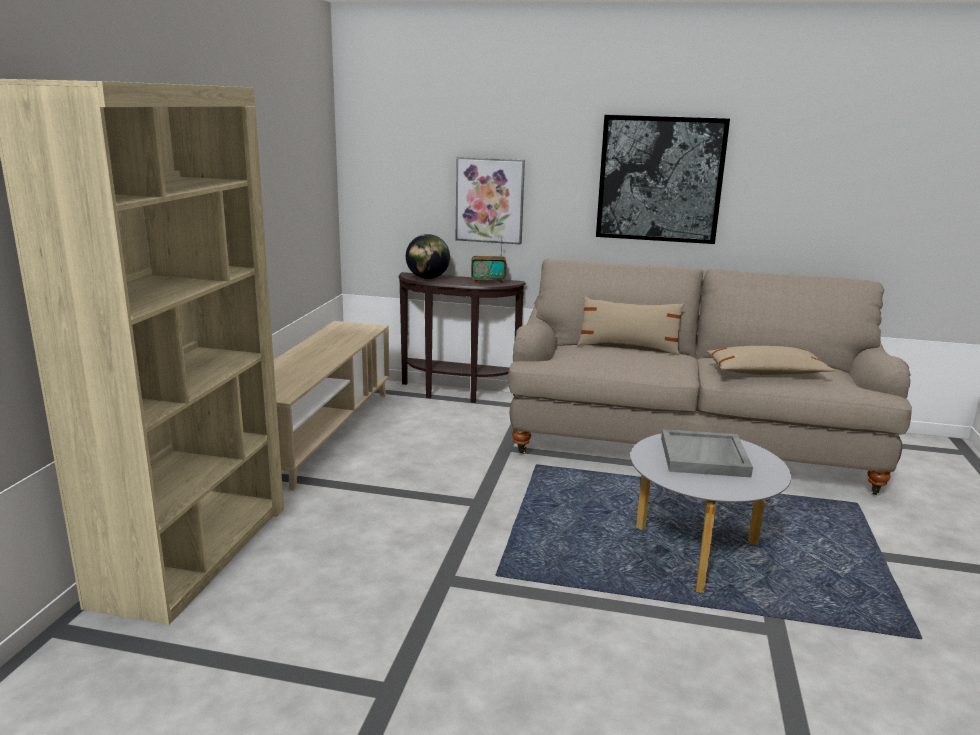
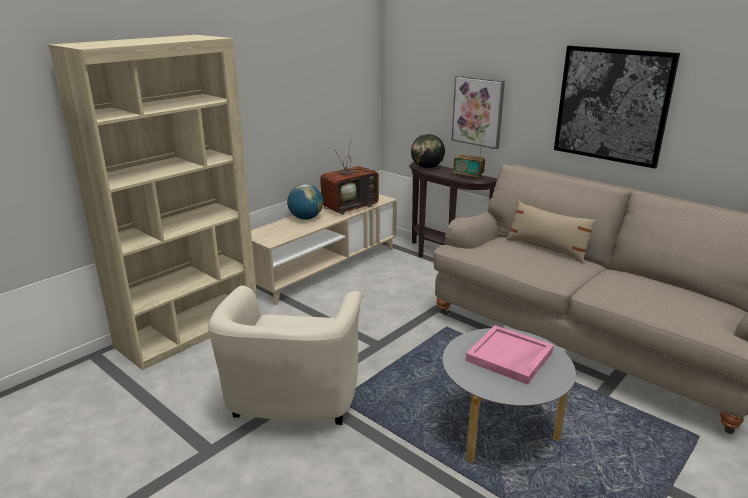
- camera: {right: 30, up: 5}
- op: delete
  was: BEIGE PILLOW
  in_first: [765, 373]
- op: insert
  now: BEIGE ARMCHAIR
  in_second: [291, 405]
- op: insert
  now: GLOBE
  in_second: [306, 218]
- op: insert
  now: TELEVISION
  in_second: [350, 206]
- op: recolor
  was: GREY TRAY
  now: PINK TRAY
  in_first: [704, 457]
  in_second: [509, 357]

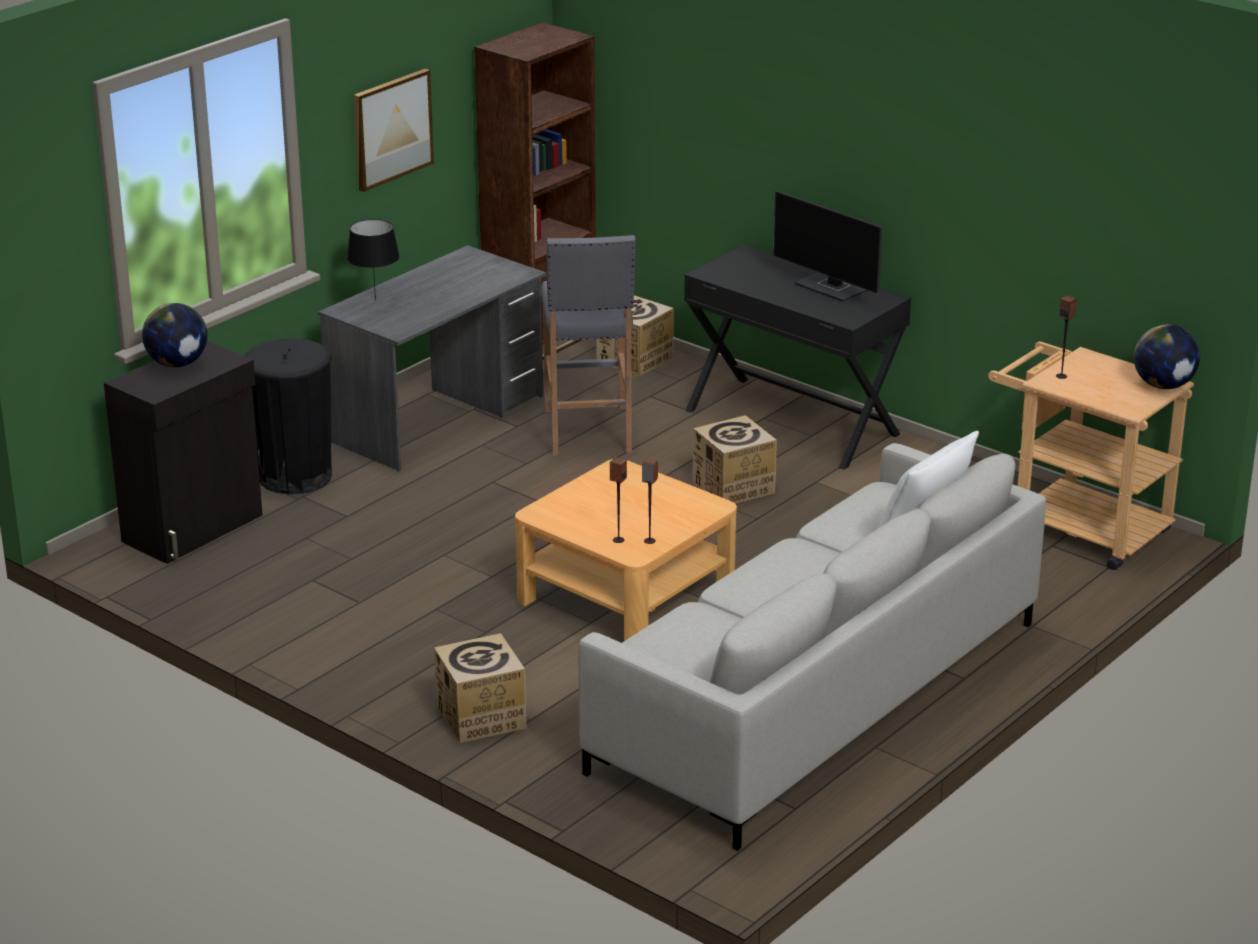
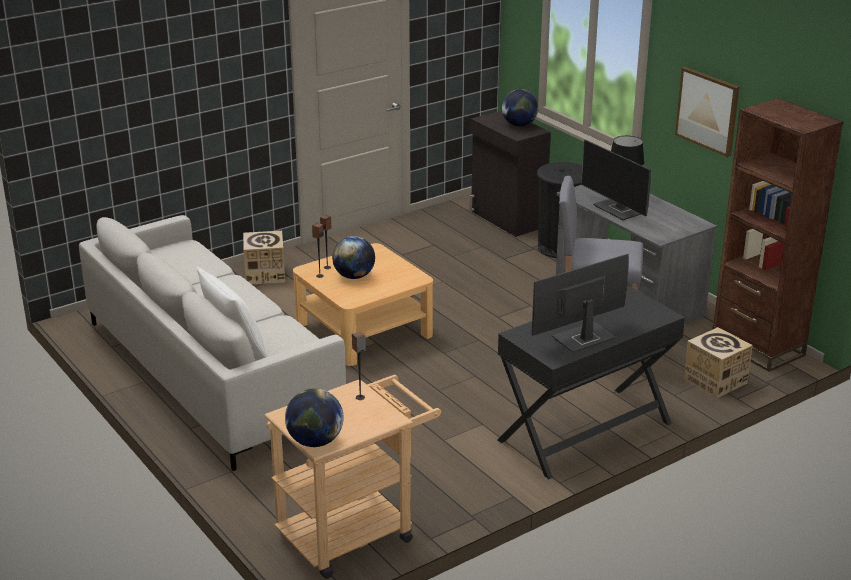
- camera: {right: 105, up: 0}
- op: delete
  was: CARDBOARD BOX
  in_first: [733, 487]
- op: insert
  now: GLOBE
  in_second: [354, 276]
- op: insert
  now: MONITOR
  in_second: [619, 210]

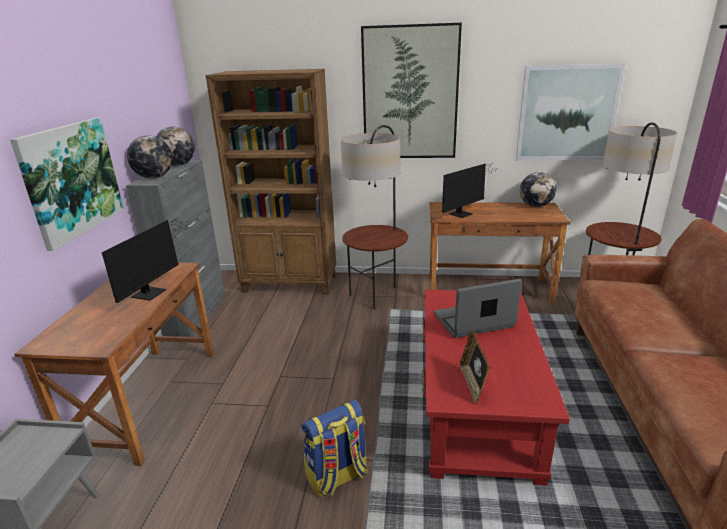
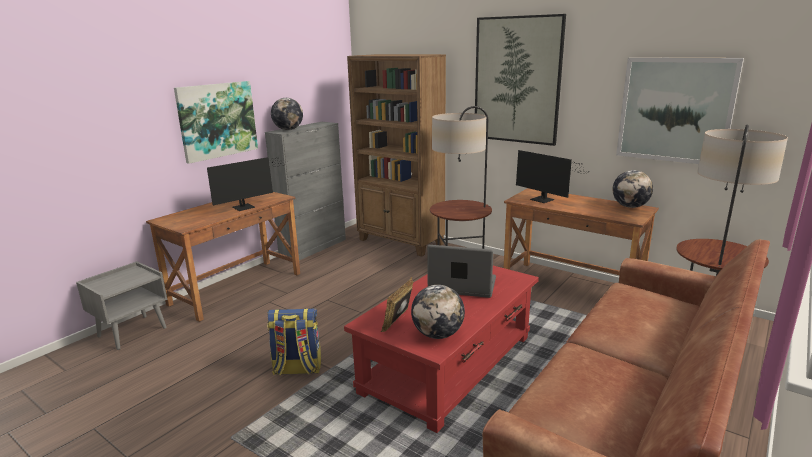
- camera: {right: 30, up: -5}
- op: move
  was: GLOBE
  in_first: [178, 165]
  in_second: [438, 334]
- op: rotate
  was: MONITOR
  in_first: [463, 213]
  in_second: [544, 200]
  clockwise: 60

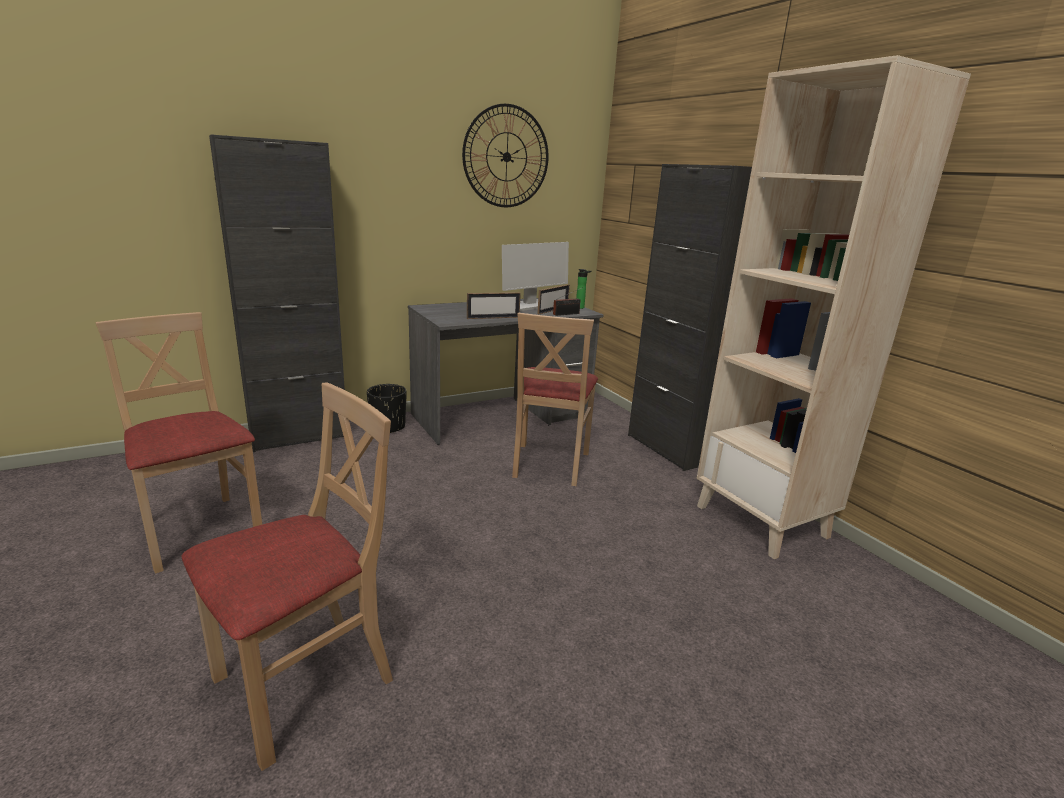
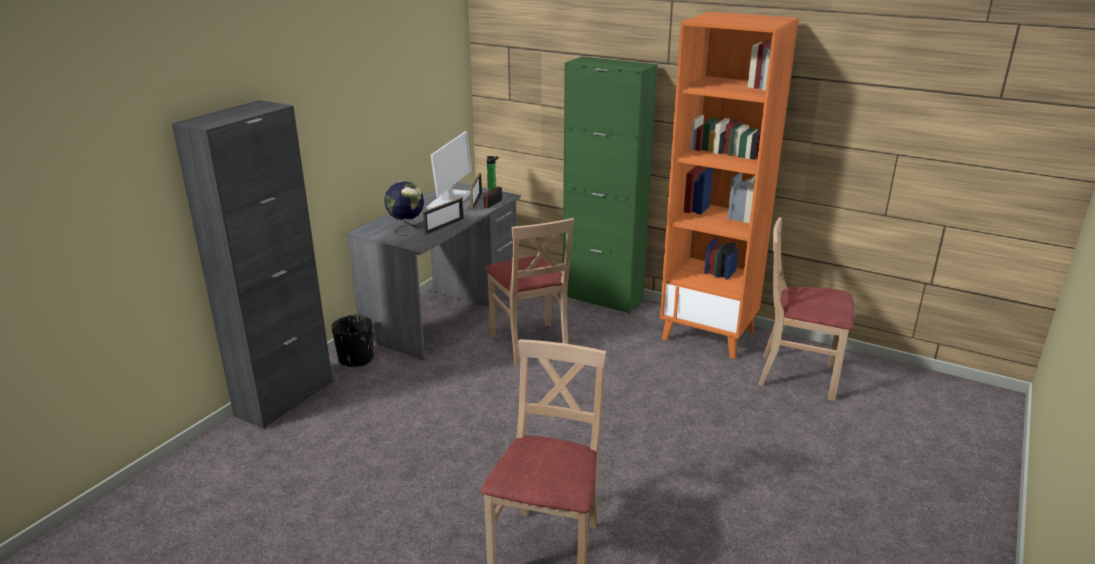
- camera: {right: -30, up: 5}
- op: delete
  was: WALL CLOCK
  in_first: [506, 157]
- op: insert
  now: GLOBE
  in_second: [406, 229]
- op: move
  was: BEIGE CHAIR
  in_first: [199, 530]
  in_second: [798, 375]
- op: recolor
  was: BLACK CABINET
  now: GREEN CABINET
  in_first: [668, 449]
  in_second: [602, 298]
- op: recolor
  was: BEIGE BOOKCASE
  now: ORANGE BOOKCASE
  in_first: [763, 521]
  in_second: [709, 335]

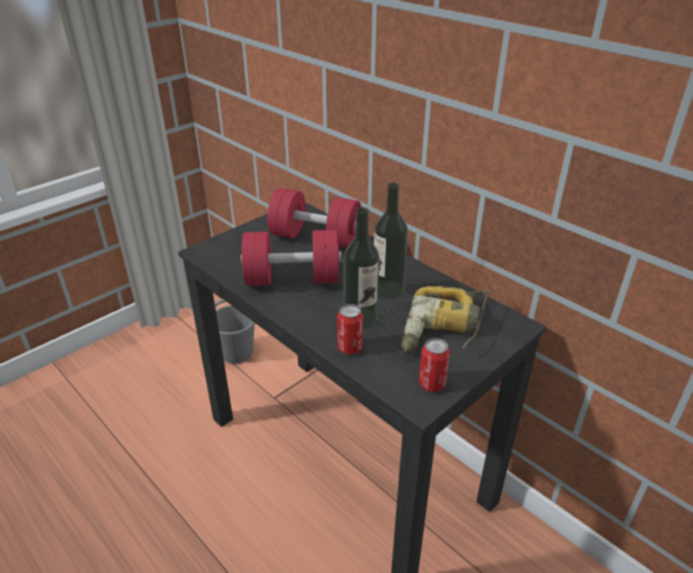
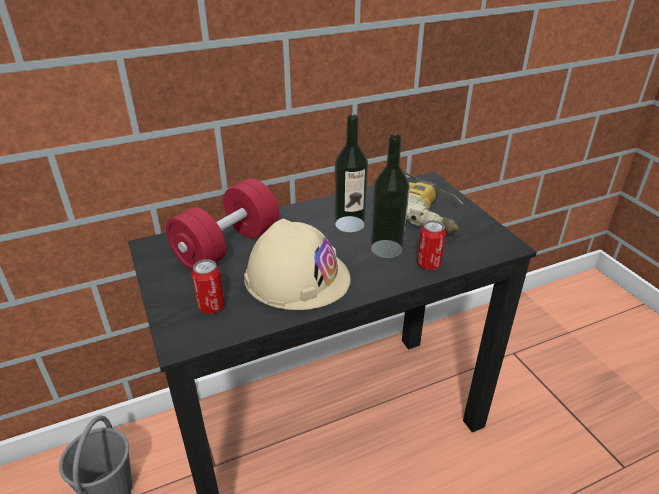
- camera: {right: -70, up: 0}
- op: move
  was: CAN
  in_first: [432, 384]
  in_second: [211, 306]
- op: replace
  was: RED DUMBBELL
  now: BEIGE HARD HAT
  in_first: [292, 279]
  in_second: [297, 277]

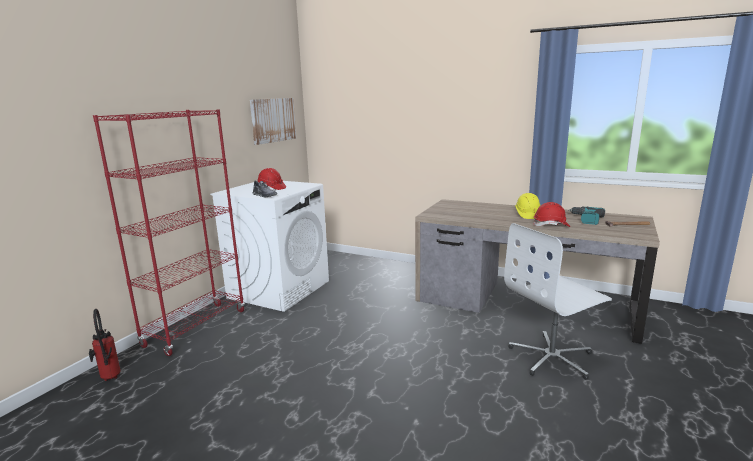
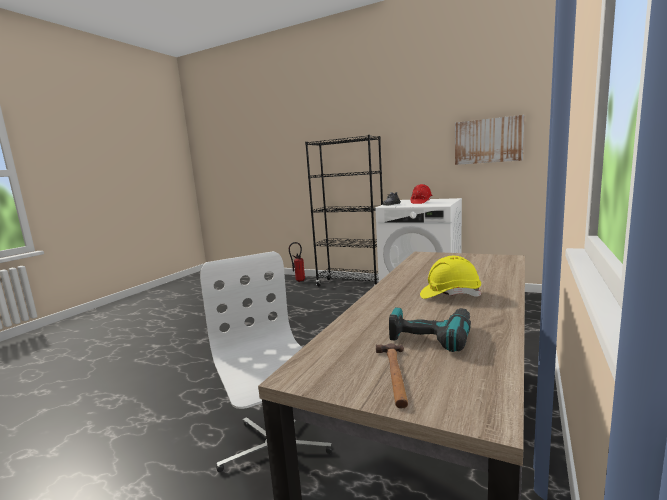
- camera: {right: 90, up: -5}
- op: delete
  was: RED HARD HAT
  in_first: [551, 225]
- op: recolor
  was: RED BOOKCASE
  now: BLACK BOOKCASE
  in_first: [196, 328]
  in_second: [351, 285]

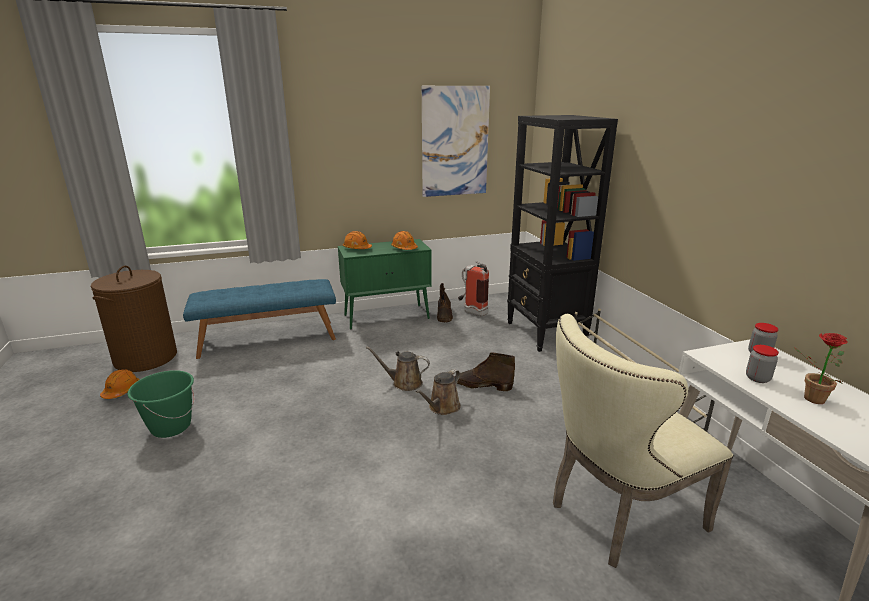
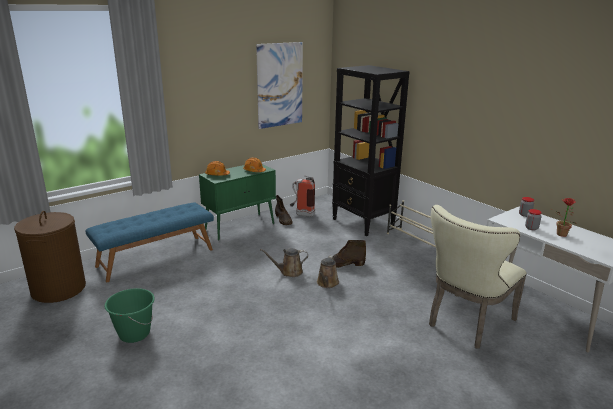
- camera: {right: -20, up: 0}
- op: delete
  was: ORANGE HARD HAT
  in_first: [121, 391]

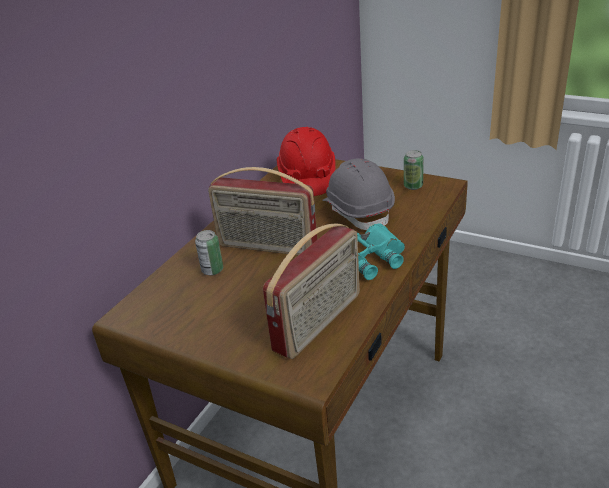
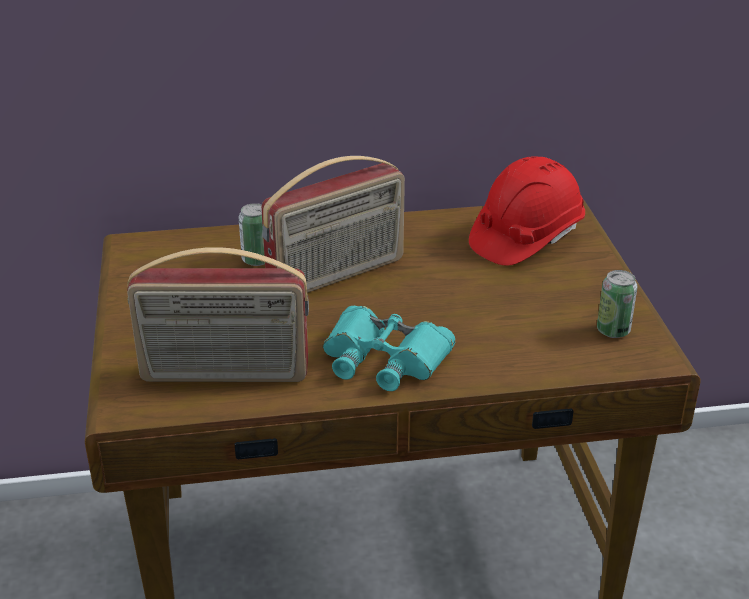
- camera: {right: 50, up: 0}
- op: delete
  was: GREY HARD HAT
  in_first: [358, 211]
- op: rotate
  was: RADIO
  in_first: [266, 247]
  in_second: [337, 275]
  clockwise: -105

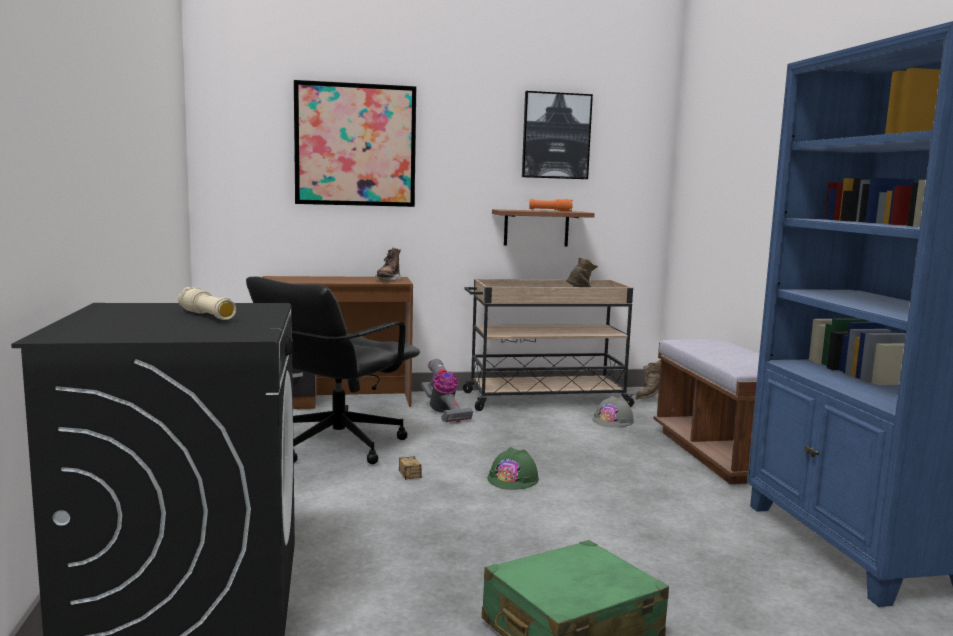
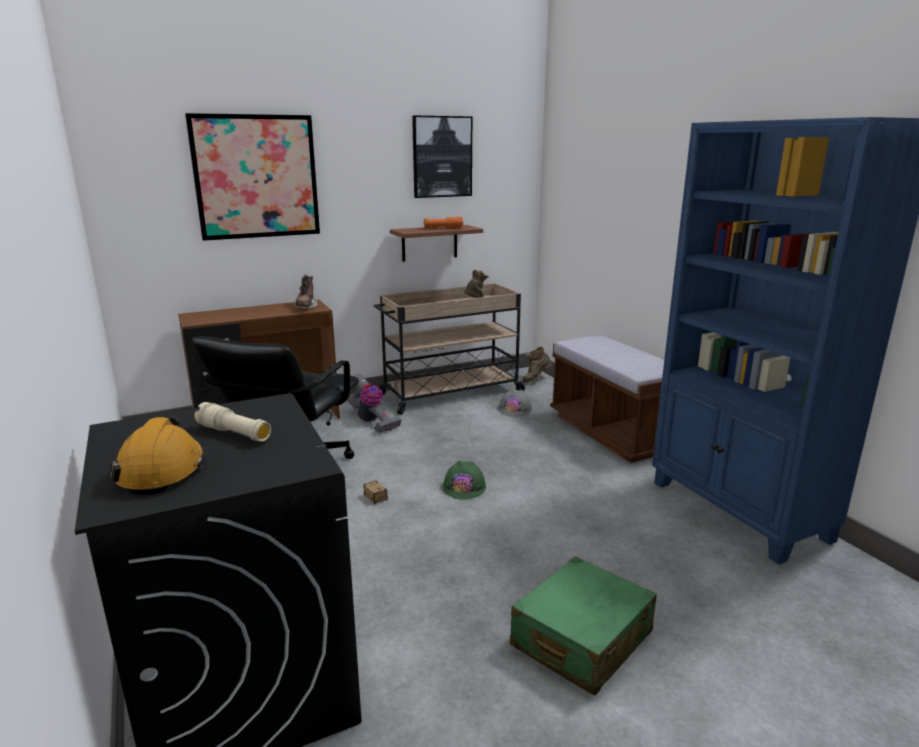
- camera: {right: -15, up: 10}
- op: insert
  now: ORANGE HARD HAT
  in_second: [162, 470]

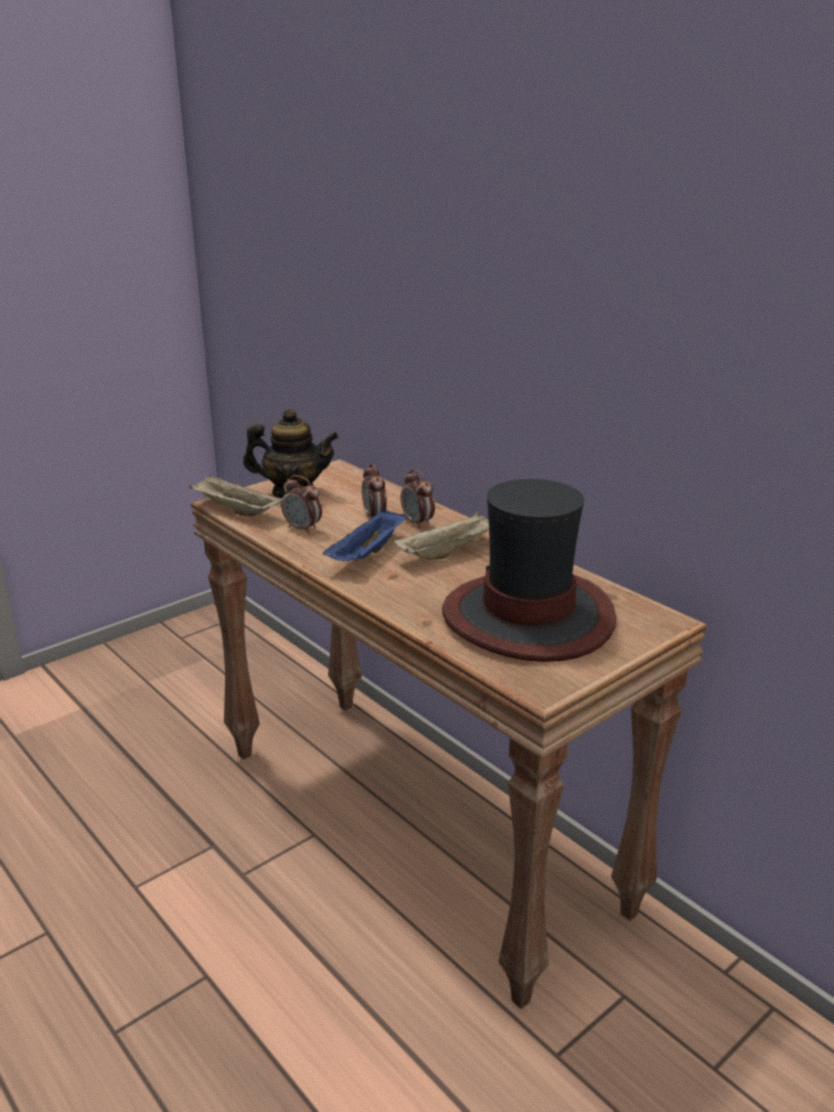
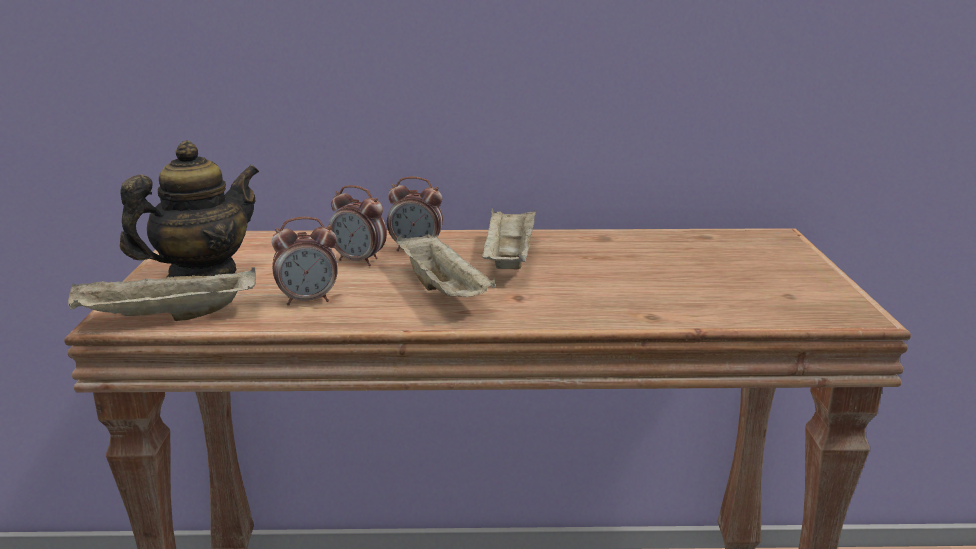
- camera: {right: -50, up: -5}
- op: delete
  was: HAT
  in_first: [529, 617]
- op: recolor
  was: BLUE TRAY
  now: BEIGE TRAY
  in_first: [367, 554]
  in_second: [444, 292]

